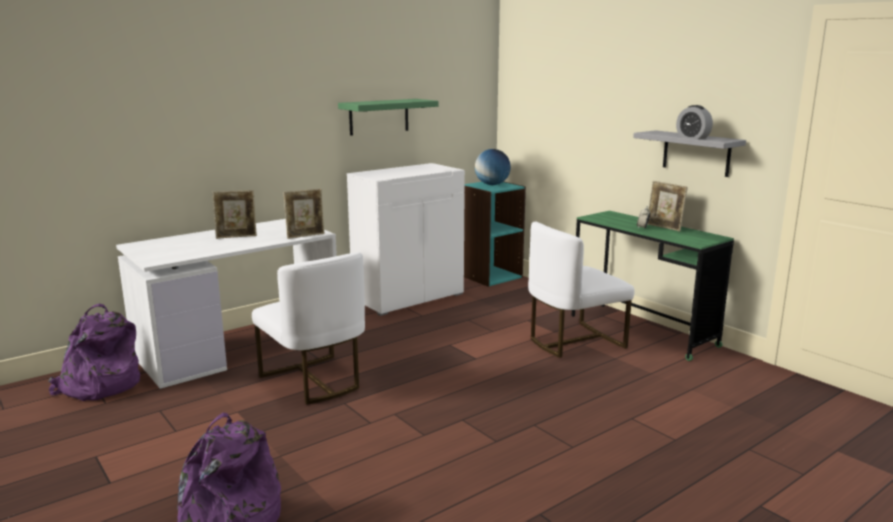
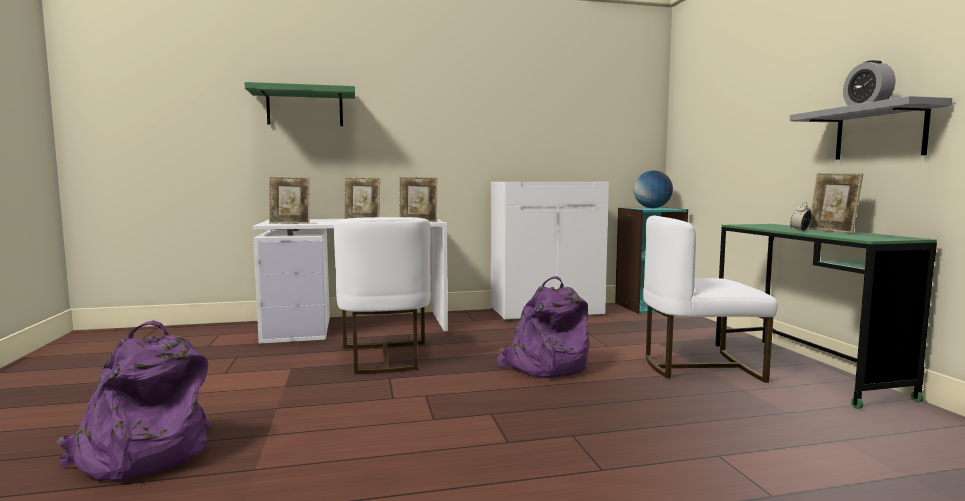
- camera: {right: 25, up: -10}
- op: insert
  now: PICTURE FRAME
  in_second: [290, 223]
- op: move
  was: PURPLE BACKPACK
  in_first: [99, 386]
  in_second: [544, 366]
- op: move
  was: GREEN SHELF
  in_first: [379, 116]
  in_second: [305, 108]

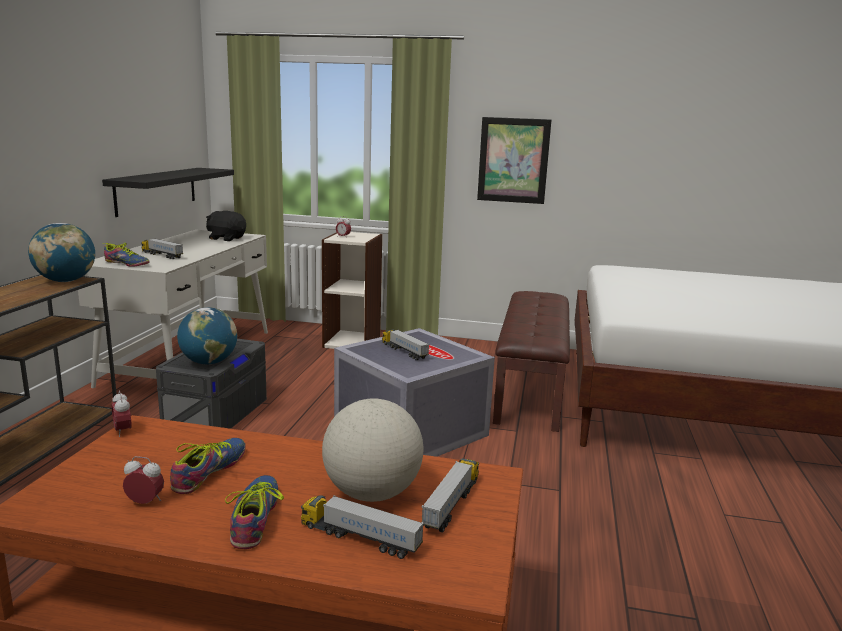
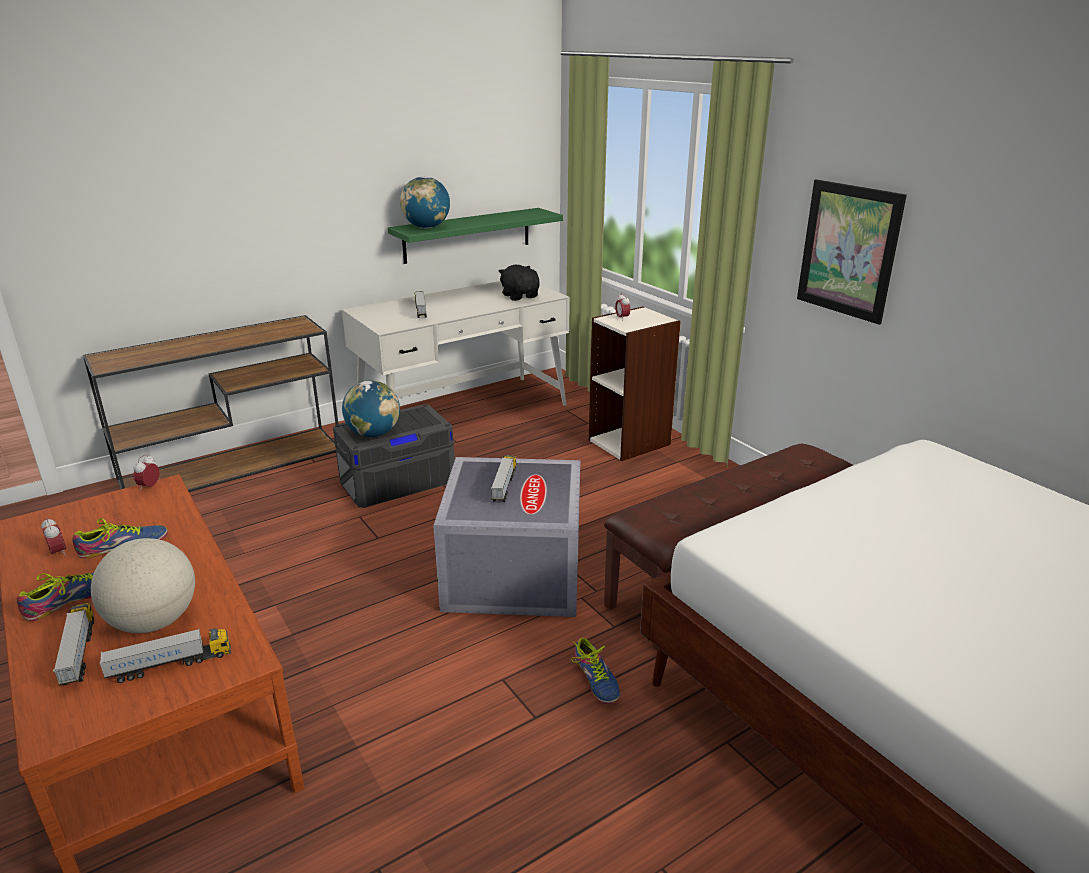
- camera: {right: 45, up: 10}
- op: move
  was: GLOBE
  in_first: [66, 281]
  in_second: [426, 227]
- op: move
  was: SHOE
  in_first: [127, 263]
  in_second: [596, 679]
- op: recolor
  was: BLACK SHELF
  now: GREEN SHELF
  in_first: [156, 190]
  in_second: [467, 235]

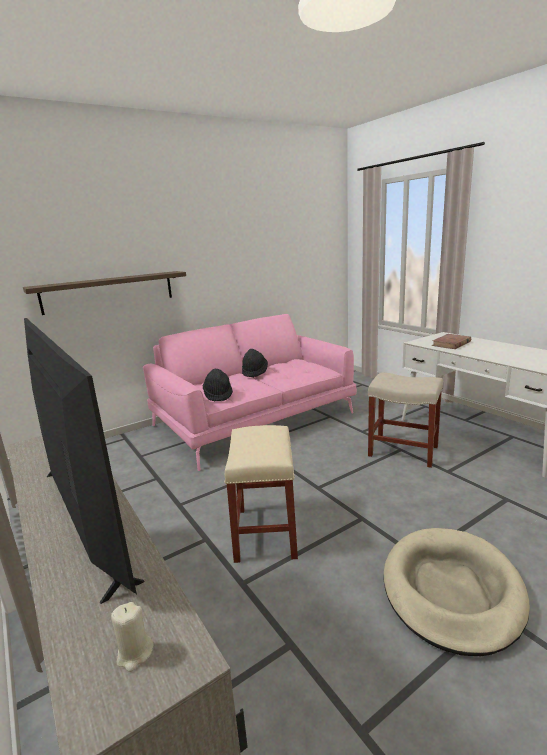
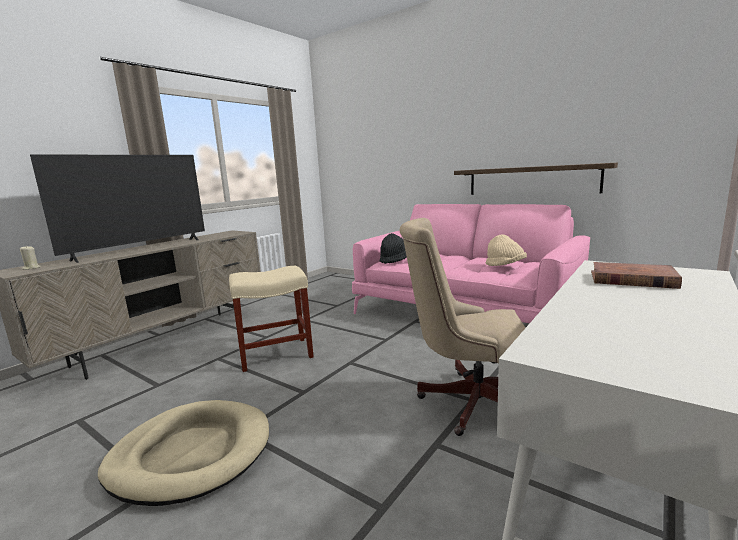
- camera: {right: 70, up: -5}
- op: delete
  was: BLACK HAT
  in_first: [255, 372]
- op: insert
  now: BEIGE HAT
  in_second: [505, 266]
- op: move
  was: SHELF
  in_first: [109, 292]
  in_second: [531, 180]
- op: replace
  was: BEIGE STOOL
  now: BEIGE OFFICE CHAIR
  in_first: [402, 451]
  in_second: [468, 401]

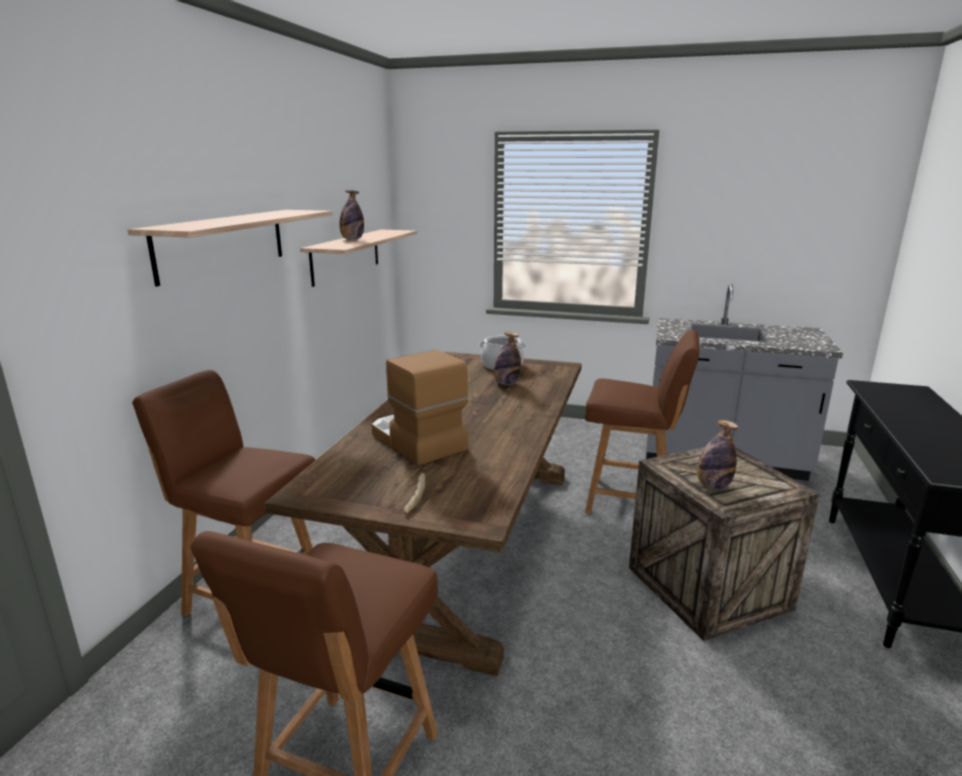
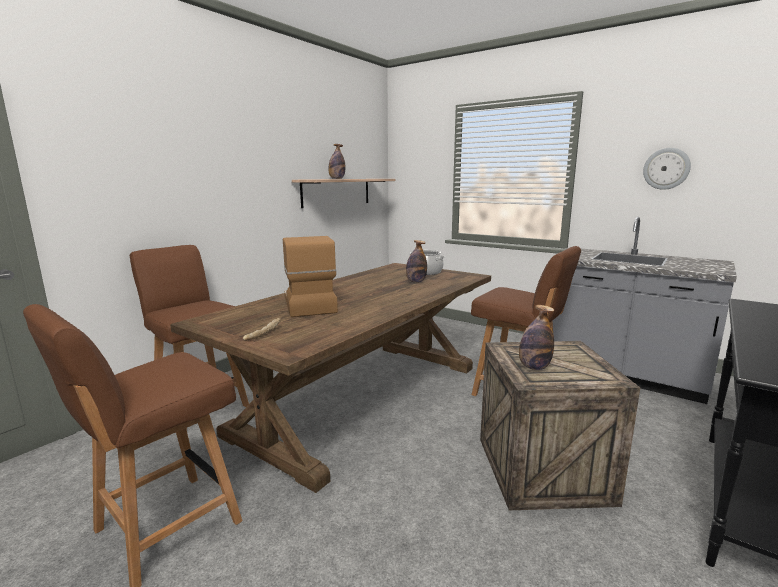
- camera: {right: 20, up: -5}
- op: delete
  was: SHELF
  in_first: [223, 243]
- op: insert
  now: WALL CLOCK
  in_second: [666, 168]

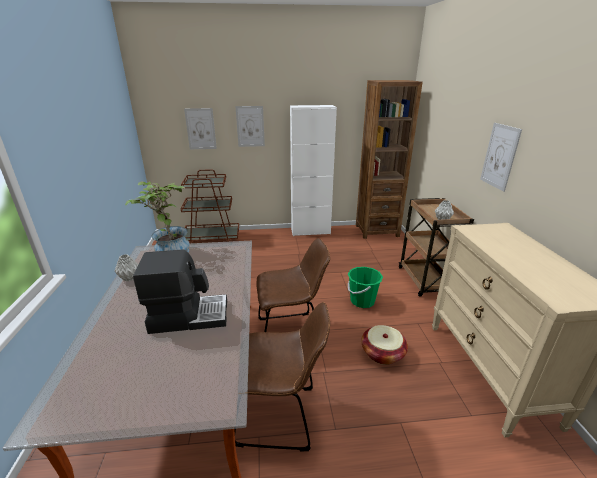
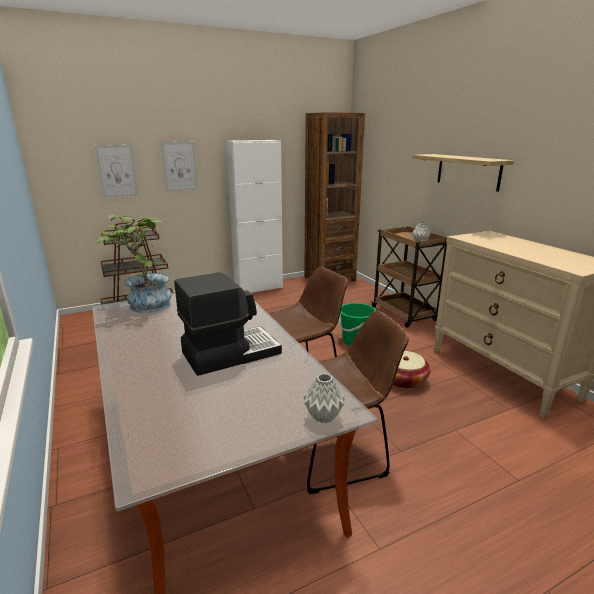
- camera: {right: -20, up: -5}
- op: move
  was: GREY VASE
  in_first: [129, 278]
  in_second: [324, 417]
- op: replace
  was: PICTURE
  now: SHELF
  in_first: [499, 156]
  in_second: [468, 171]

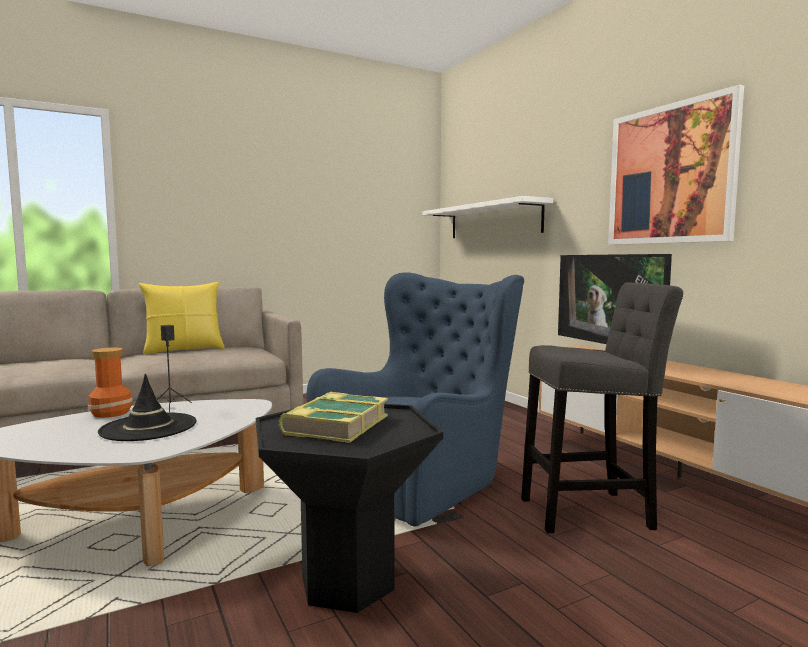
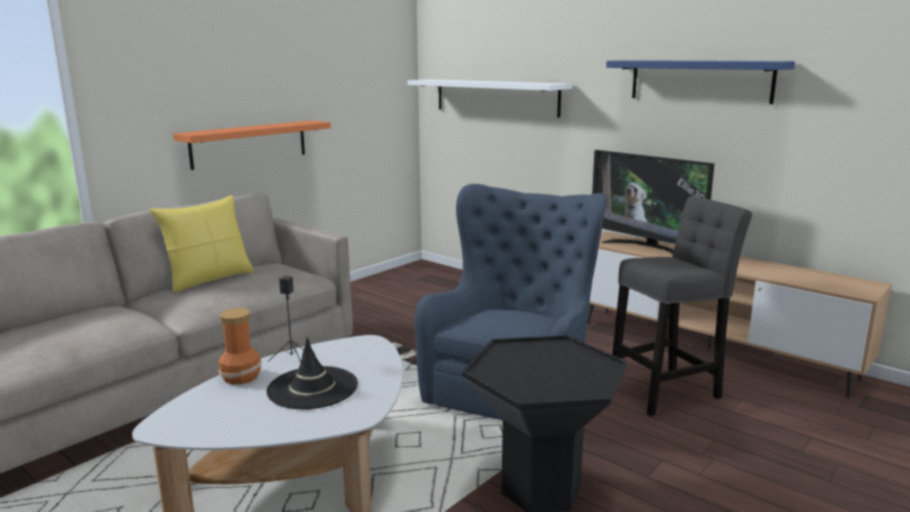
- camera: {right: -20, up: 10}
- op: delete
  was: BOOK
  in_first: [335, 425]
- op: insert
  now: ORANGE SHELF
  in_second: [249, 144]
- op: replace
  was: PICTURE
  now: BLUE SHELF
  in_first: [670, 174]
  in_second: [700, 80]

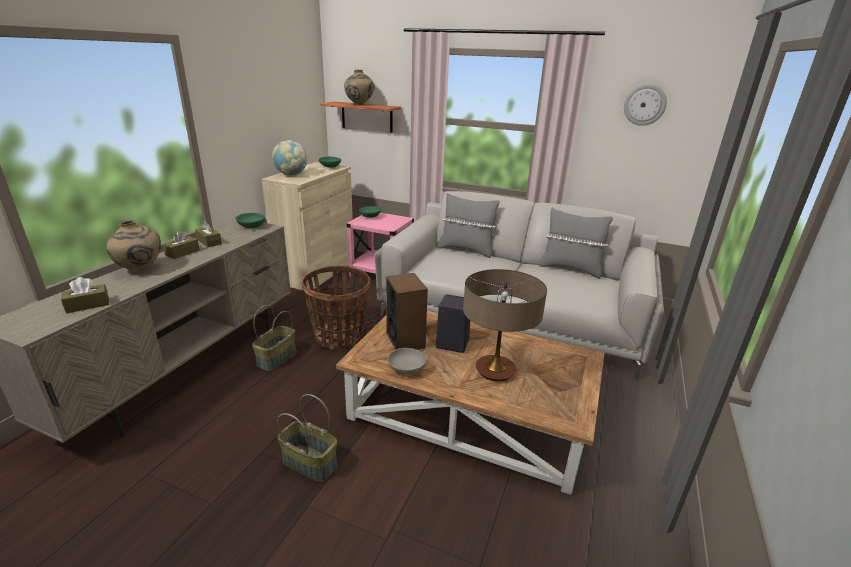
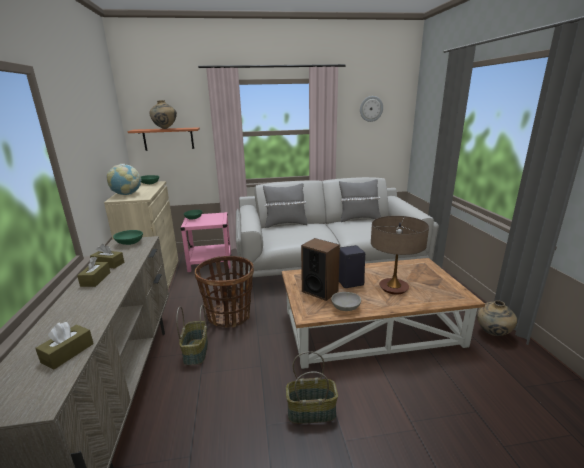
- camera: {right: -30, up: -5}
- op: move
  was: BEIGE VASE
  in_first: [140, 270]
  in_second: [493, 333]

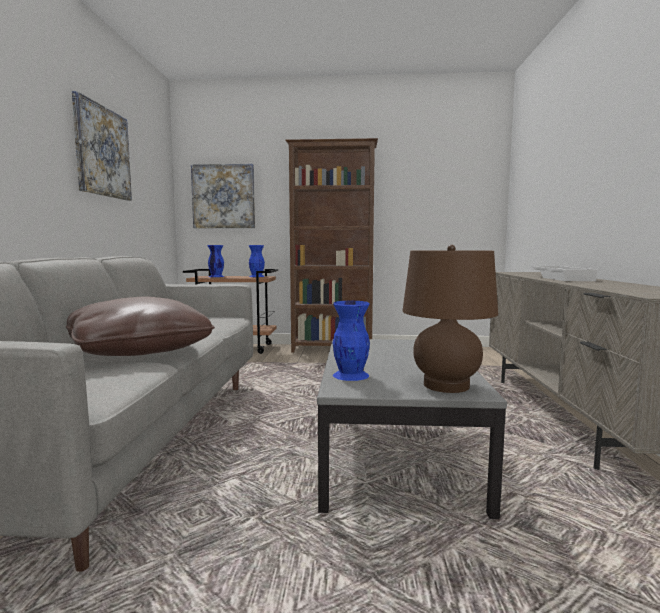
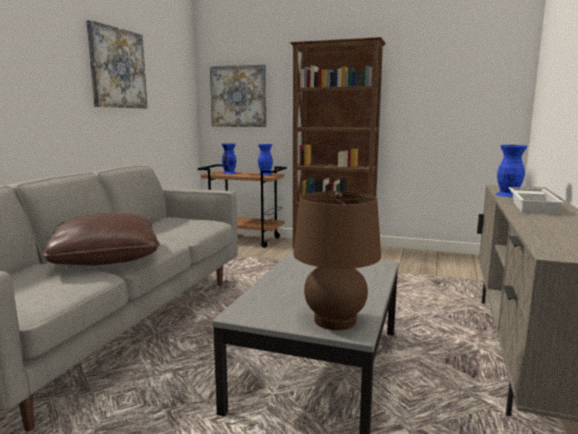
- camera: {right: 15, up: 5}
- op: move
  was: BLUE VASE
  in_first: [351, 375]
  in_second: [509, 195]

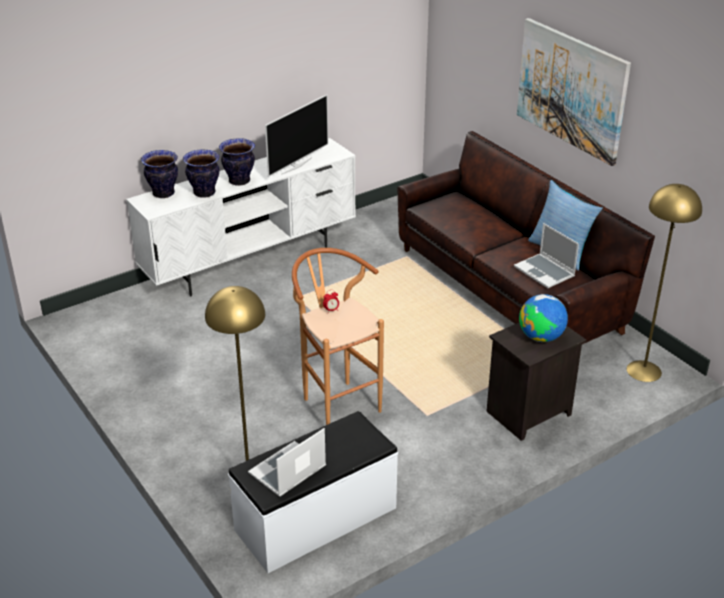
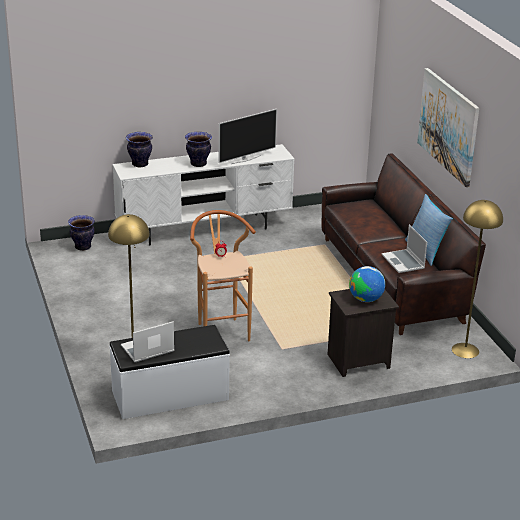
- camera: {right: 15, up: -5}
- op: move
  was: VASE
  in_first: [204, 193]
  in_second: [82, 247]

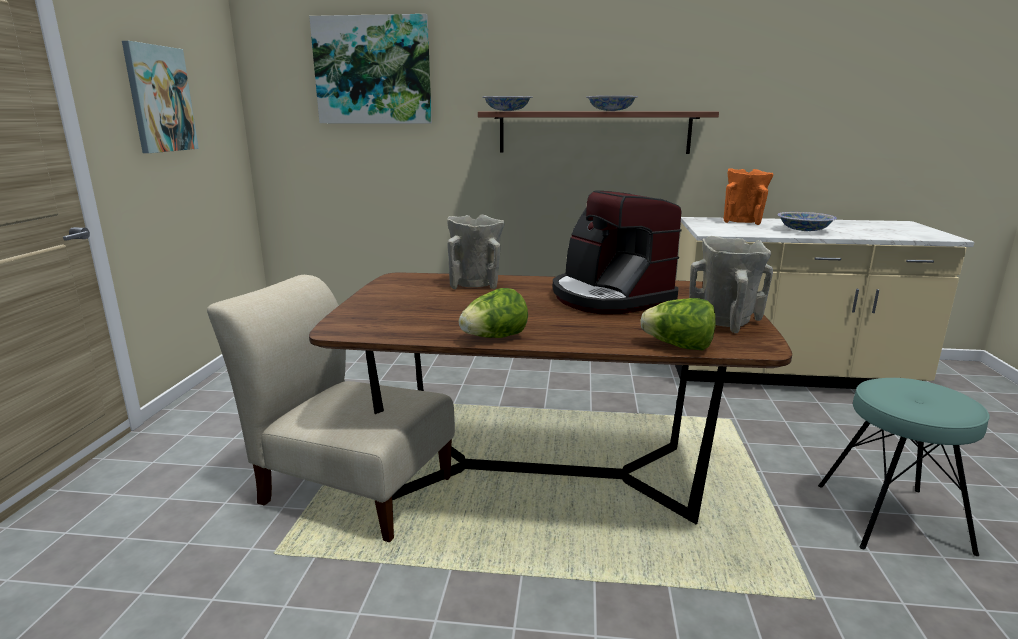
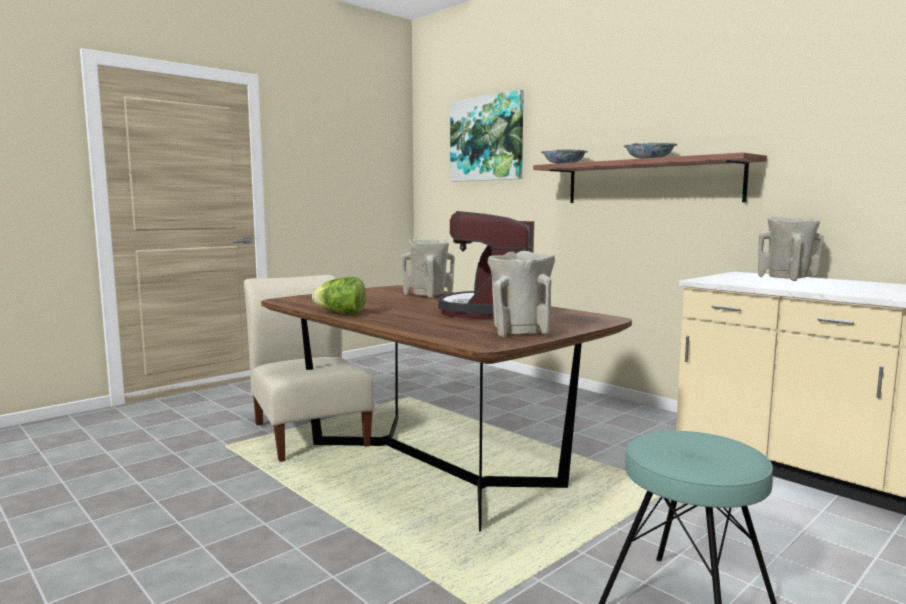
- camera: {right: 40, up: -10}
- op: delete
  was: PICTURE
  in_first: [160, 99]
- op: delete
  was: LETTUCE
  in_first: [678, 346]
- op: delete
  was: BOWL
  in_first: [804, 230]
- op: recolor
  was: ORANGE VASE
  now: BEIGE VASE
  in_first: [743, 222]
  in_second: [787, 278]

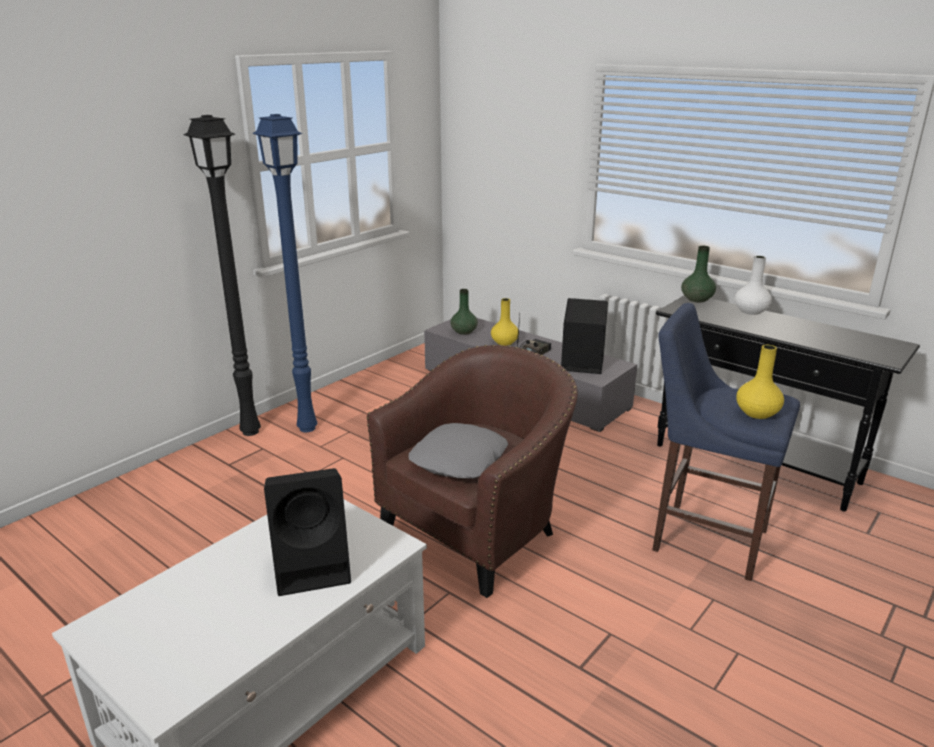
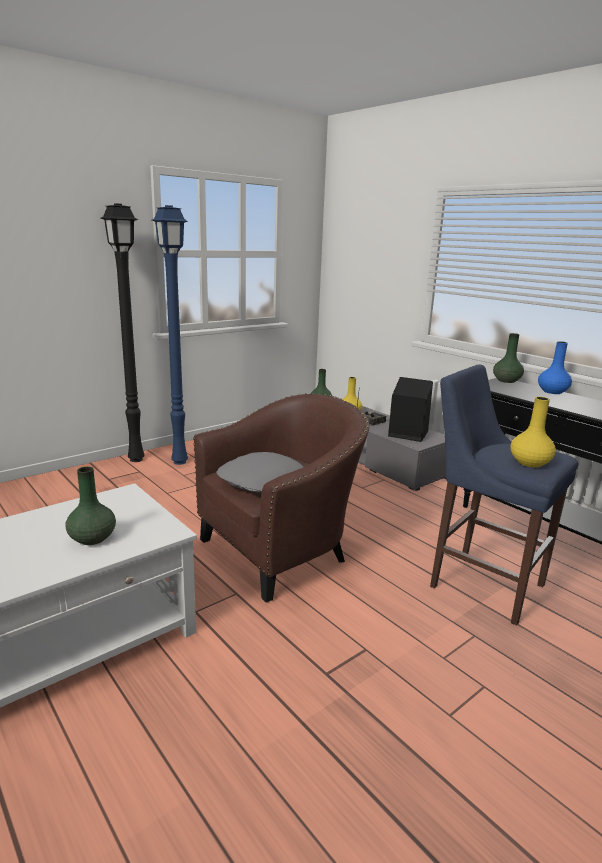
- camera: {right: 10, up: -5}
- op: replace
  was: BLACK SPEAKER
  now: GREEN VASE
  in_first: [314, 566]
  in_second: [93, 538]
- op: recolor
  was: WHITE VASE
  now: BLUE VASE
  in_first: [751, 311]
  in_second: [552, 392]

